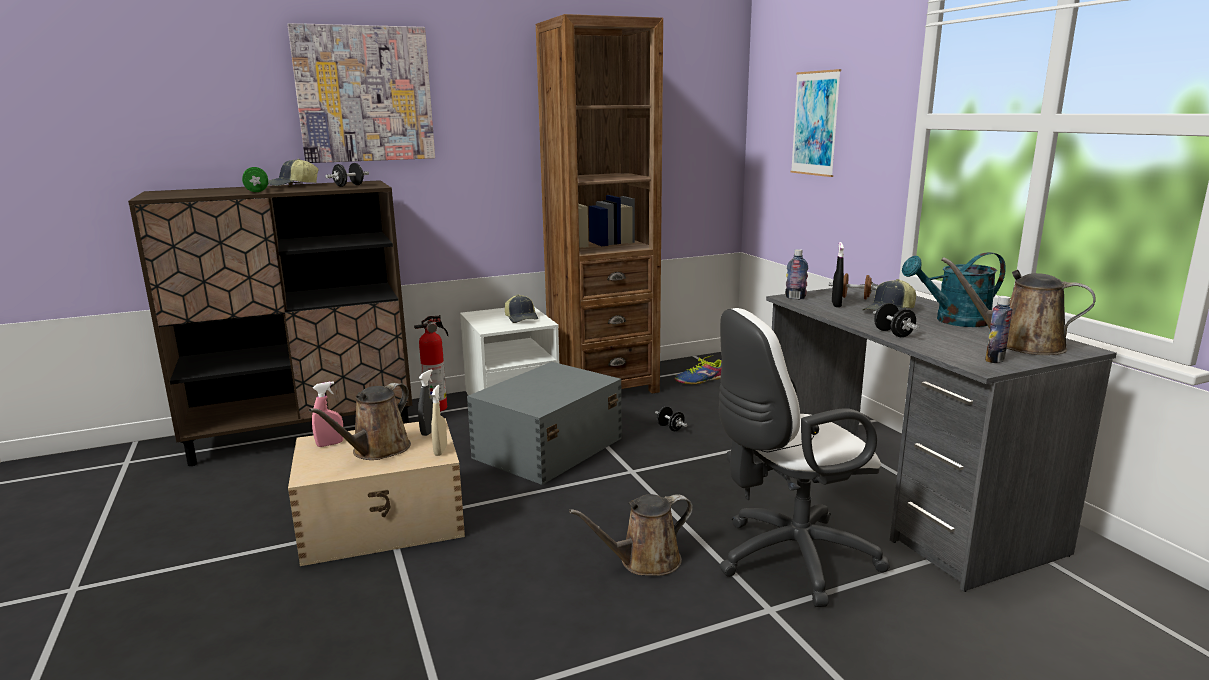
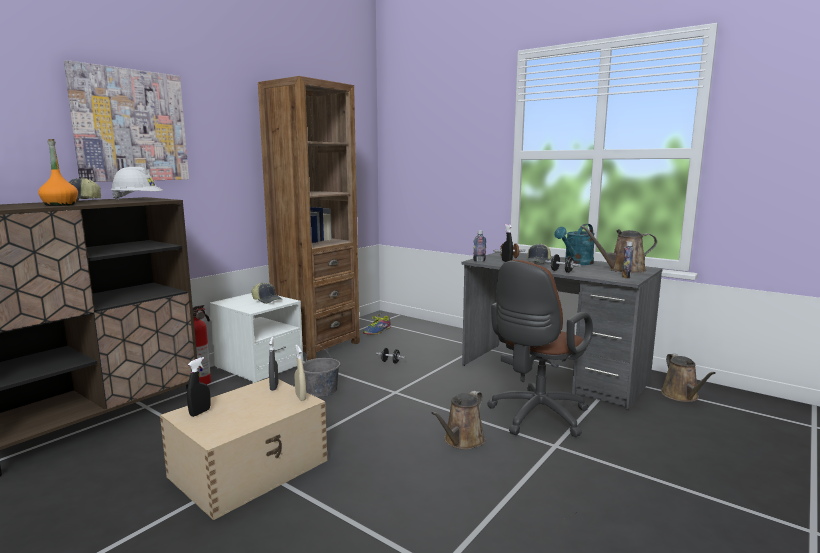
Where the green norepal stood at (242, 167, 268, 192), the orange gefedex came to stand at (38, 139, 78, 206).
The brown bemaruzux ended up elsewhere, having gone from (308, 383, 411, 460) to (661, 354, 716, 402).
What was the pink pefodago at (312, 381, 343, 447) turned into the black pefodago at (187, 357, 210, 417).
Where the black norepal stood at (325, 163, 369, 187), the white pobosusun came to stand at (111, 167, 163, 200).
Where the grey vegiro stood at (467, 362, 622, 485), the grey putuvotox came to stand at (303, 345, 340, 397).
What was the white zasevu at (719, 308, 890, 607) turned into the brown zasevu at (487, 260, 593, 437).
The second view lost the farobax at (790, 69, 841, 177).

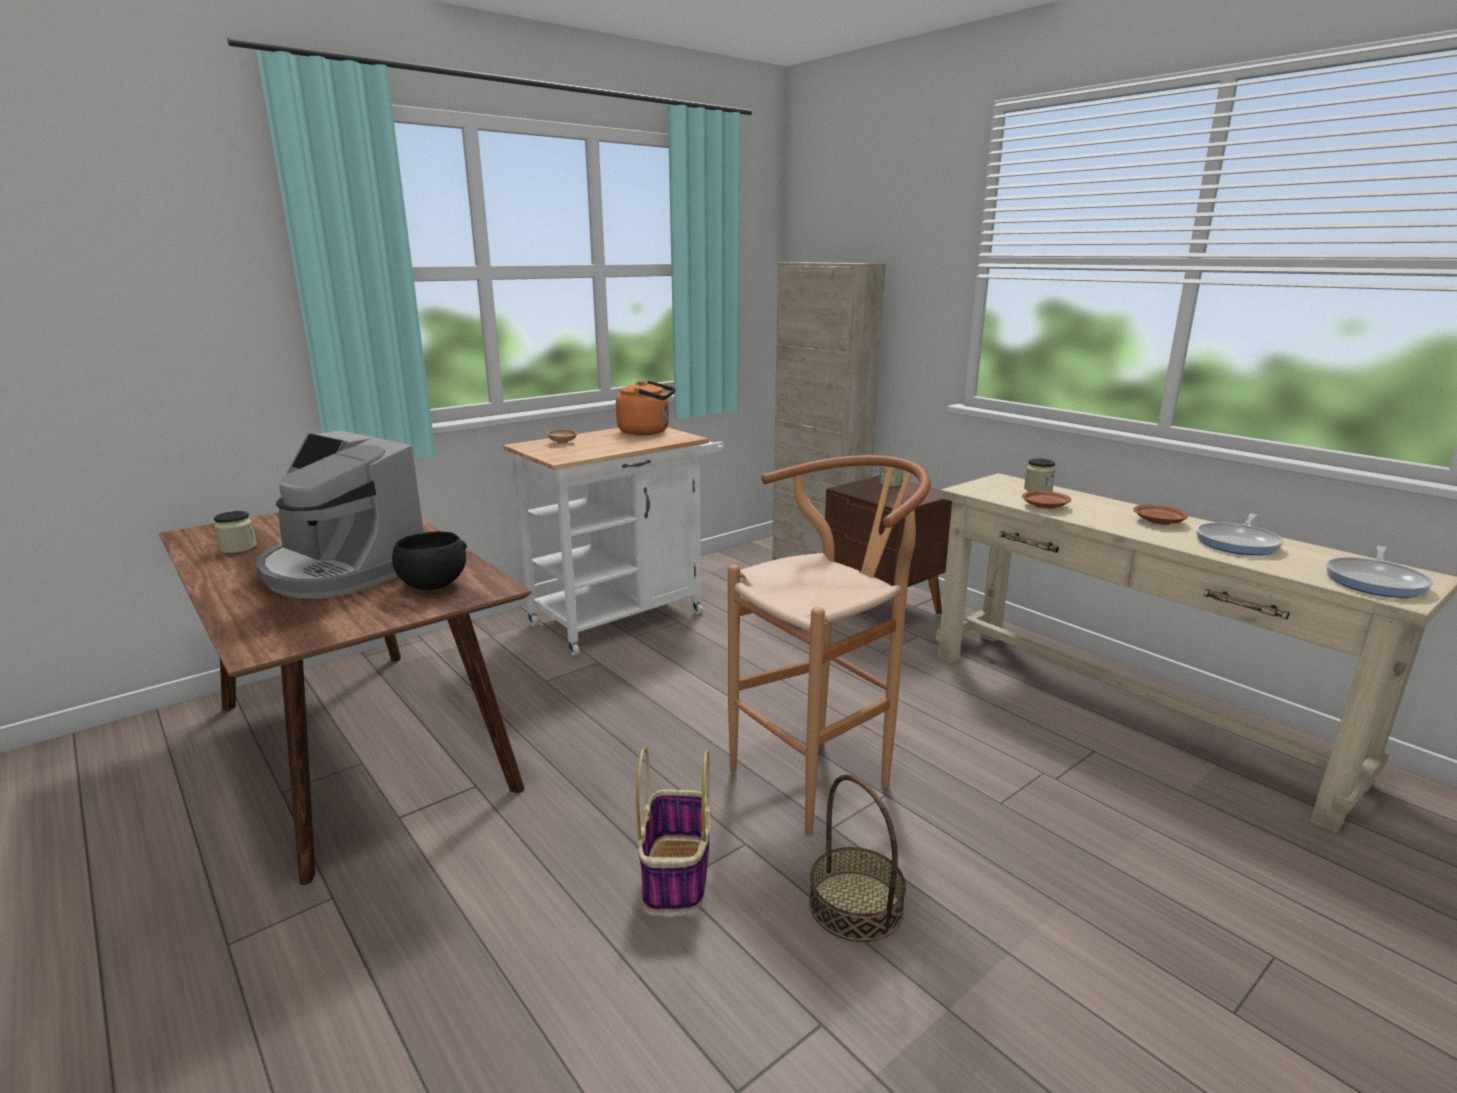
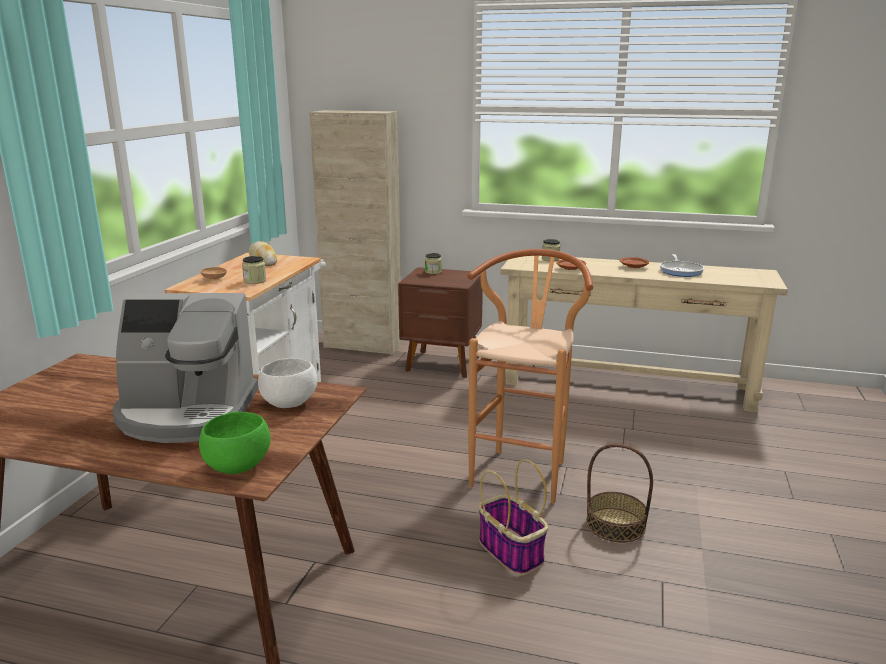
The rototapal ended up elsewhere, having gone from (214, 511, 257, 553) to (242, 256, 266, 284).
What was the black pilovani at (392, 531, 467, 590) turned into the white pilovani at (258, 358, 317, 408).
Where the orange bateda stood at (616, 381, 676, 435), the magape came to stand at (249, 241, 277, 266).
The second view lost the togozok at (1326, 546, 1433, 598).
The second view gained the green pilovani at (199, 412, 271, 474).

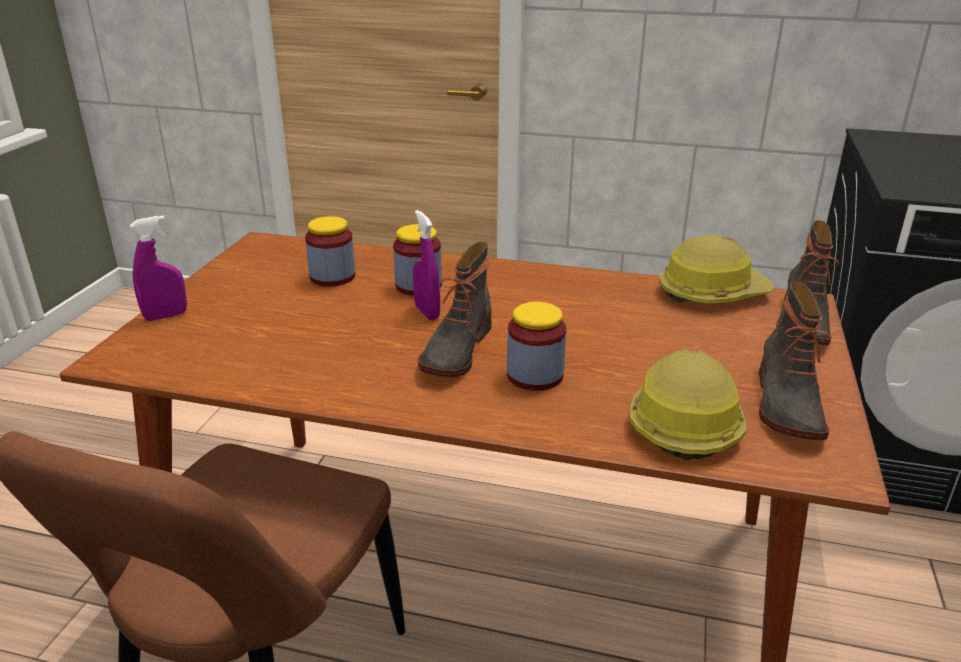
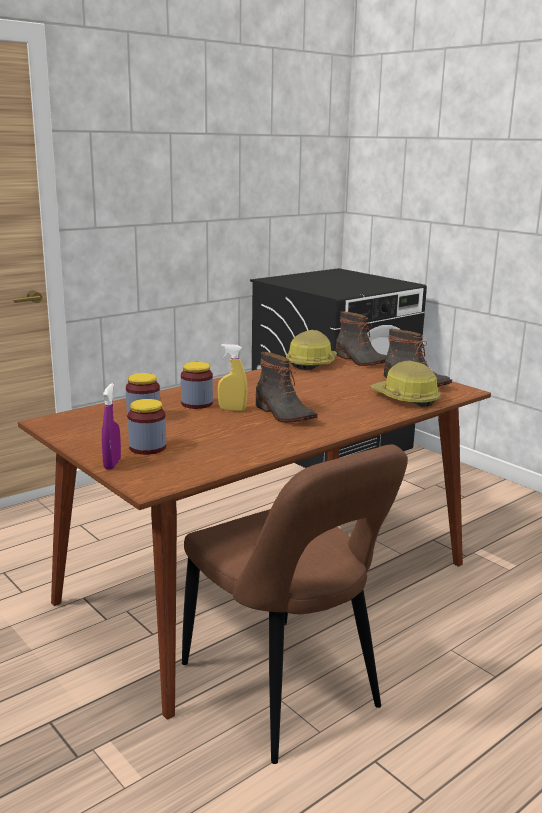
What was the purple pefodago at (413, 210, 440, 320) turned into the yellow pefodago at (218, 344, 248, 411).
The rototapal ended up elsewhere, having gone from (507, 302, 566, 391) to (128, 399, 166, 455).

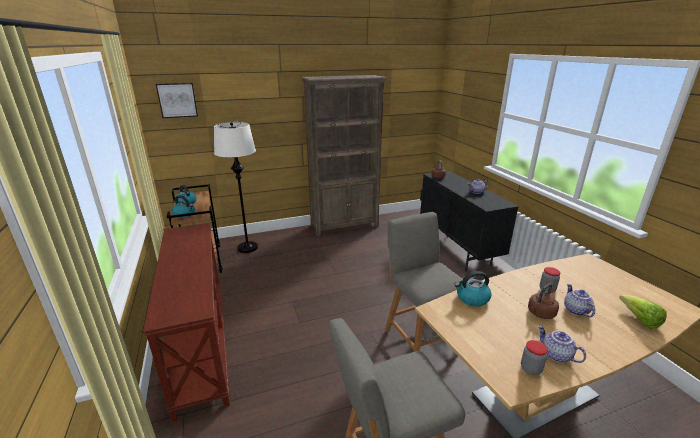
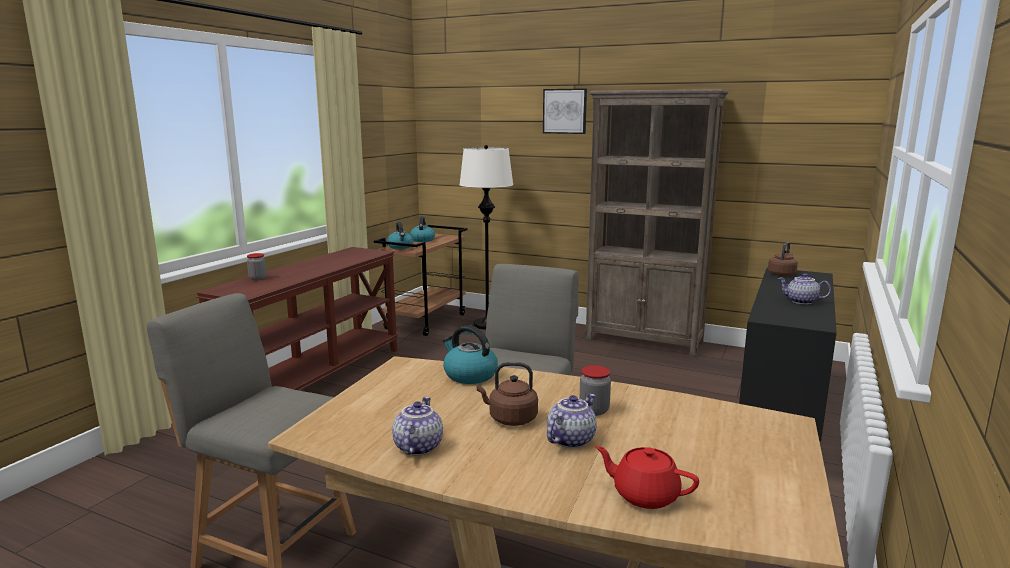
The farobax ended up elsewhere, having gone from (156, 83, 198, 118) to (543, 88, 587, 134).
The rototapal ended up elsewhere, having gone from (521, 340, 548, 375) to (247, 253, 267, 280).
Where the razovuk stood at (619, 295, 667, 329), the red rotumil came to stand at (595, 446, 699, 509).

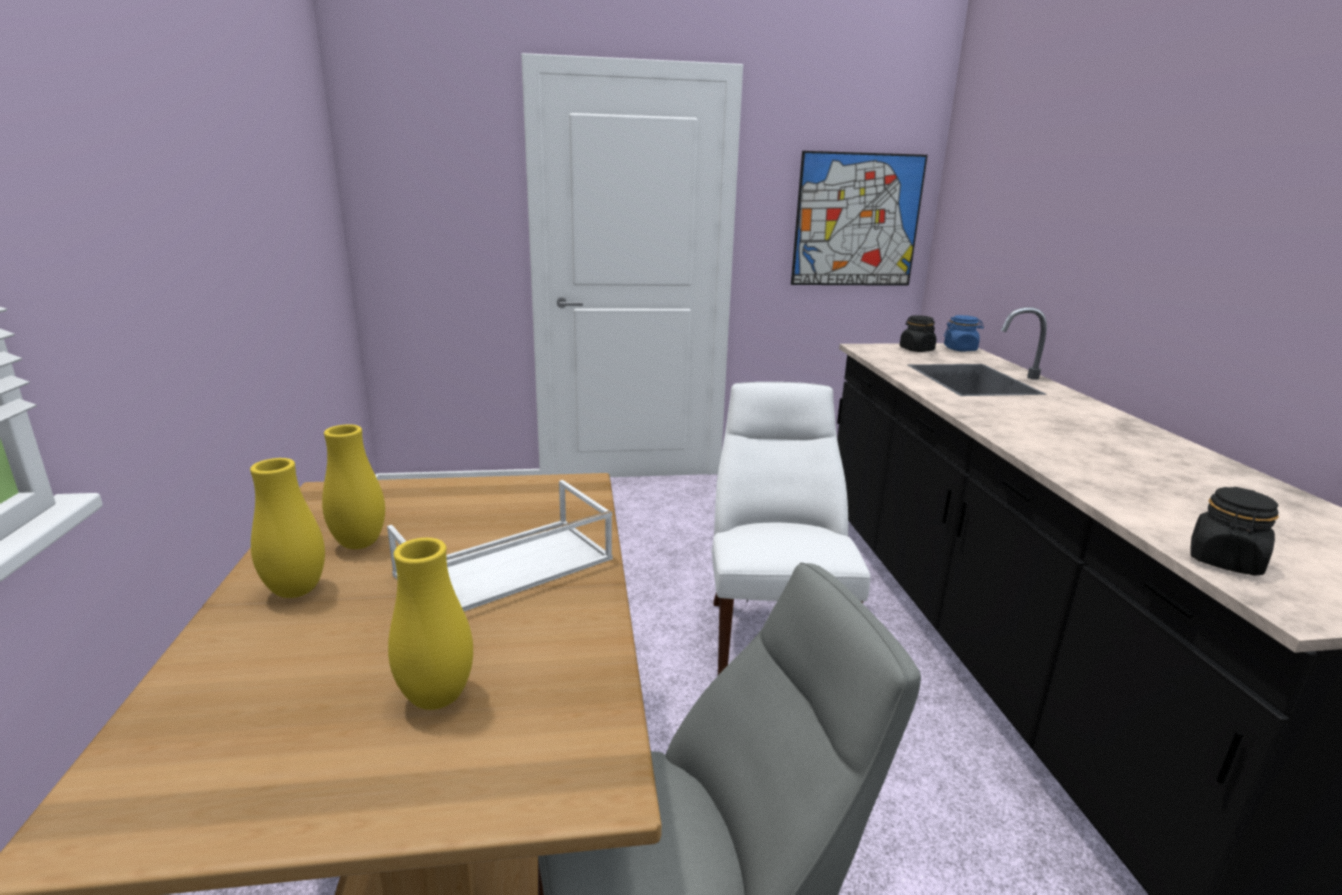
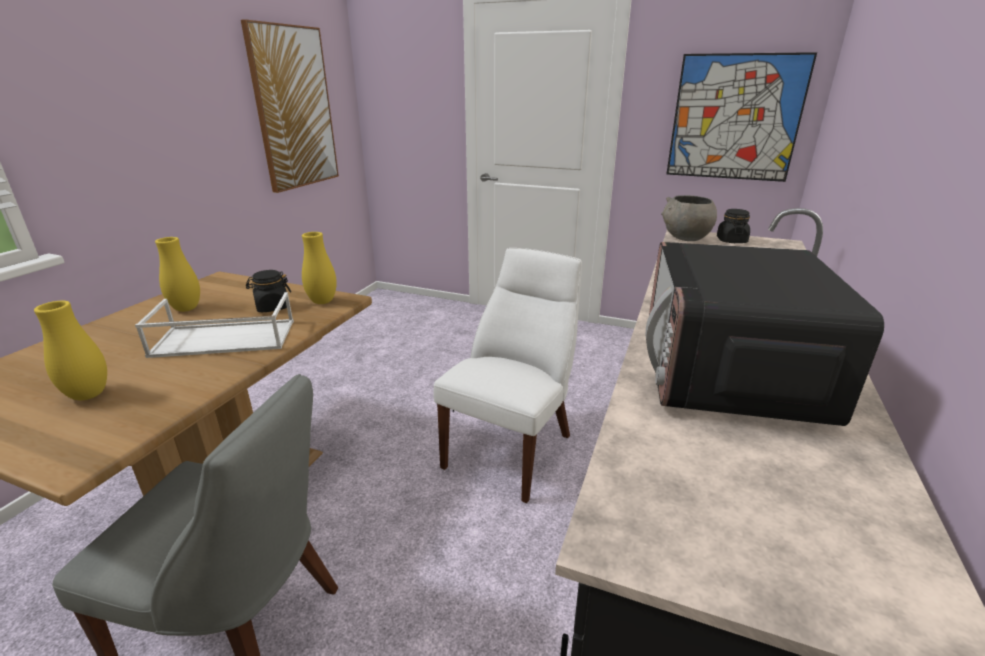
The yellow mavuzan ended up elsewhere, having gone from (250, 458, 325, 598) to (302, 232, 337, 304).
The second view lost the blue rototapal at (944, 315, 984, 351).
The black rototapal ended up elsewhere, having gone from (1190, 487, 1279, 576) to (246, 270, 291, 312).
The second view gained the farobax at (241, 19, 339, 193).
The second view gained the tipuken at (646, 242, 884, 426).
The second view gained the grey pilovani at (661, 195, 717, 241).

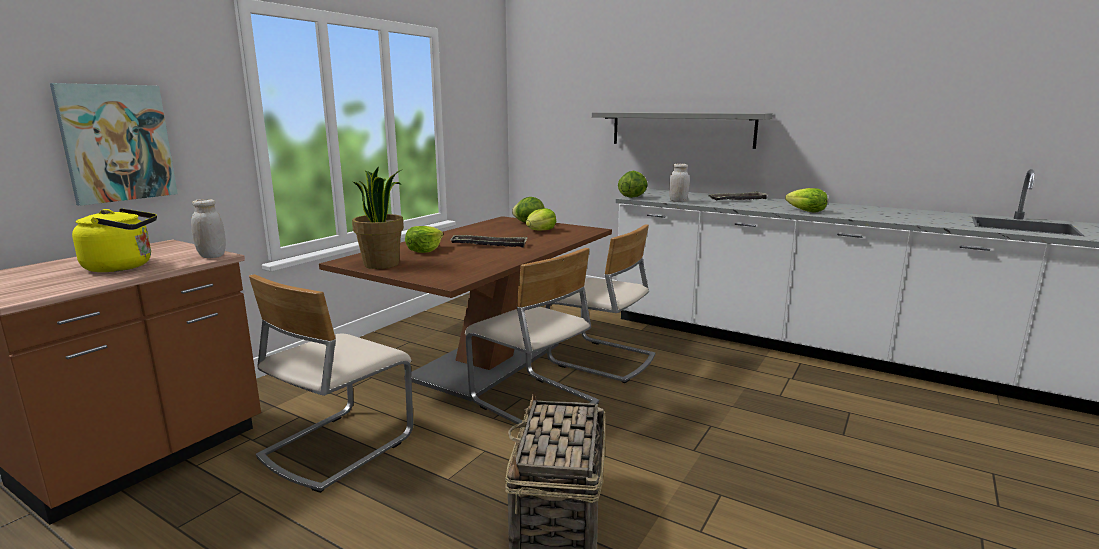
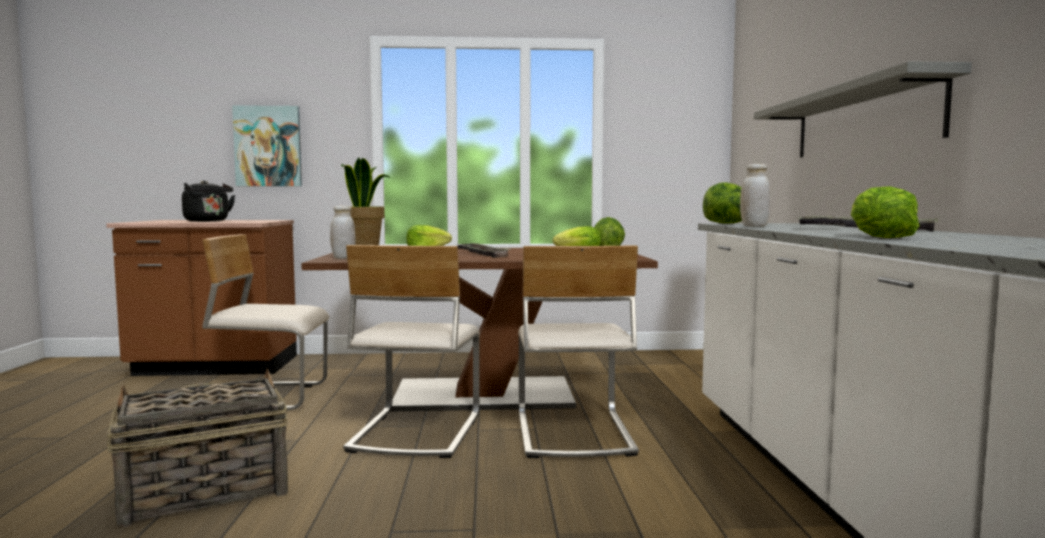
What was the yellow bateda at (72, 208, 157, 272) turned into the black bateda at (182, 180, 235, 222).
The white rototapal ended up elsewhere, having gone from (191, 199, 226, 258) to (330, 206, 356, 259).

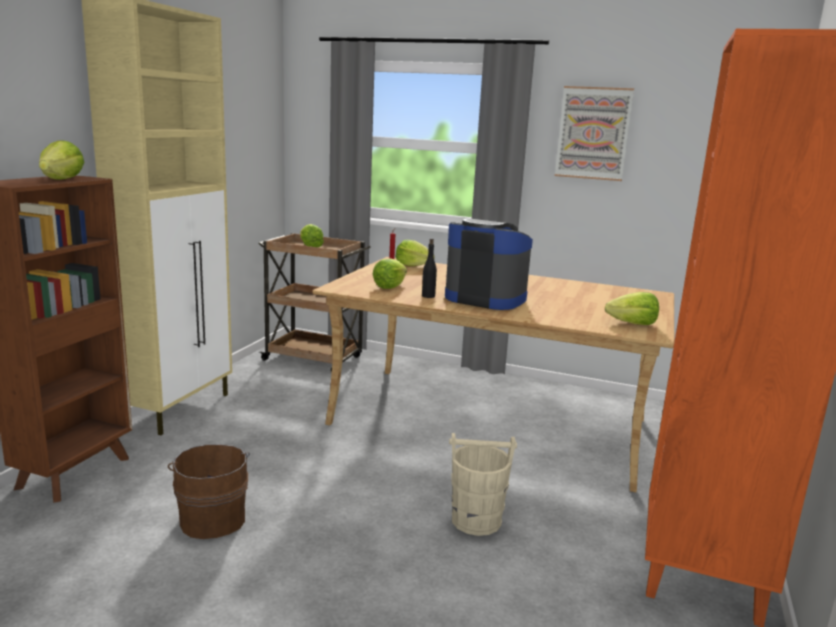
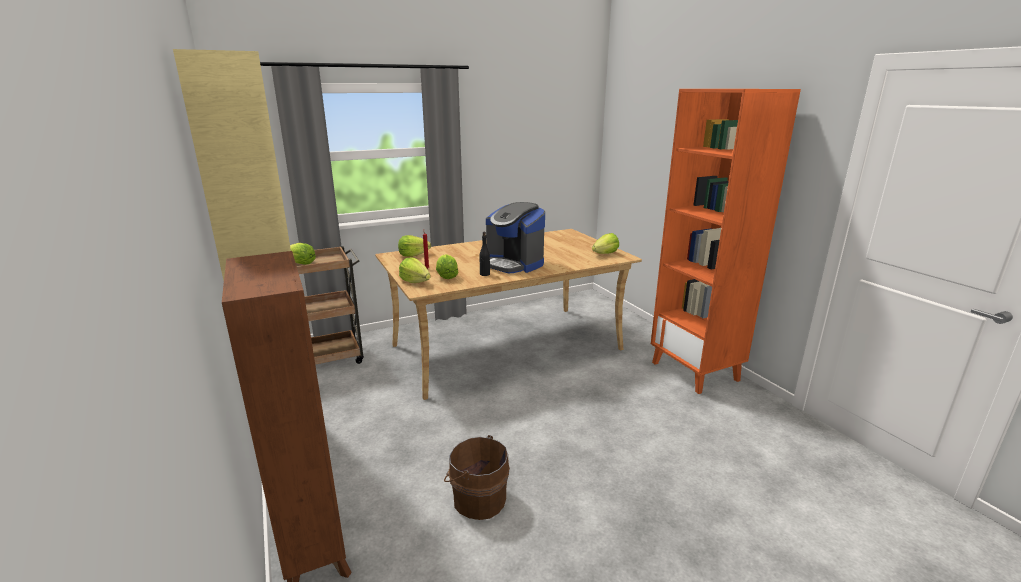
The razovuk ended up elsewhere, having gone from (39, 140, 85, 179) to (399, 257, 431, 283).
The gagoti at (445, 218, 533, 310) ended up facing another way, 120 degrees counterclockwise from before.
The second view lost the beige putuvotox at (449, 433, 517, 536).
The second view lost the farobax at (555, 86, 634, 181).

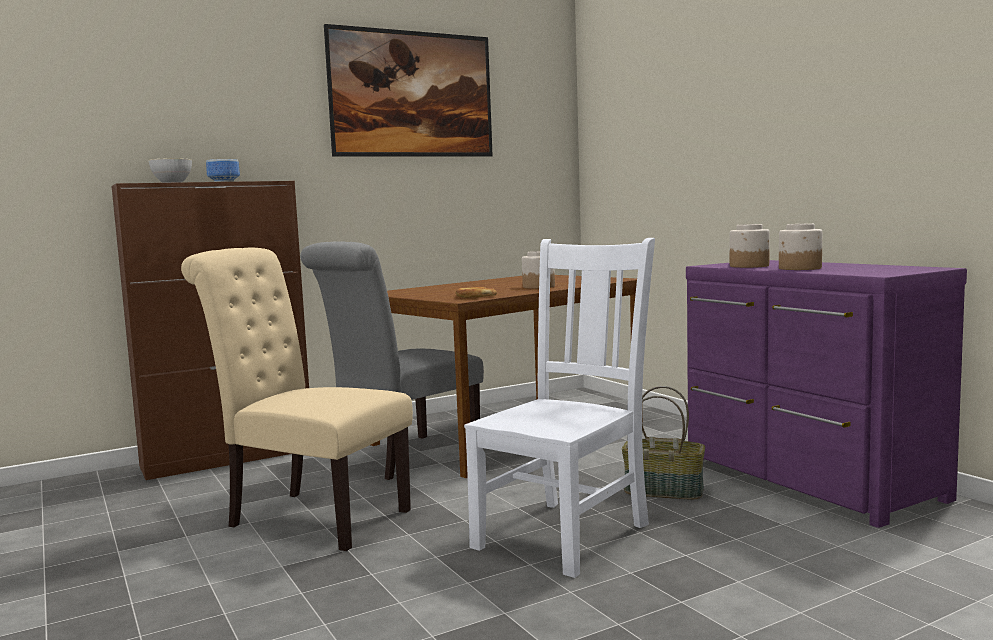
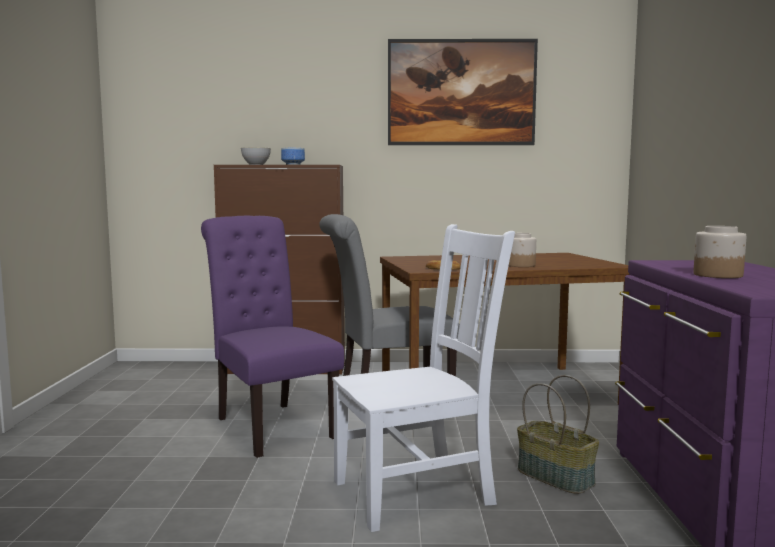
What was the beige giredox at (181, 248, 413, 551) turned into the purple giredox at (201, 216, 344, 458).
The second view lost the rototapal at (730, 224, 770, 268).

